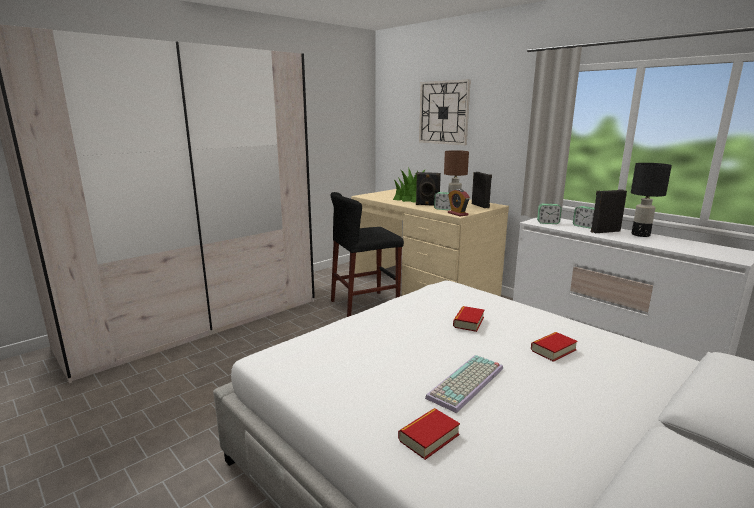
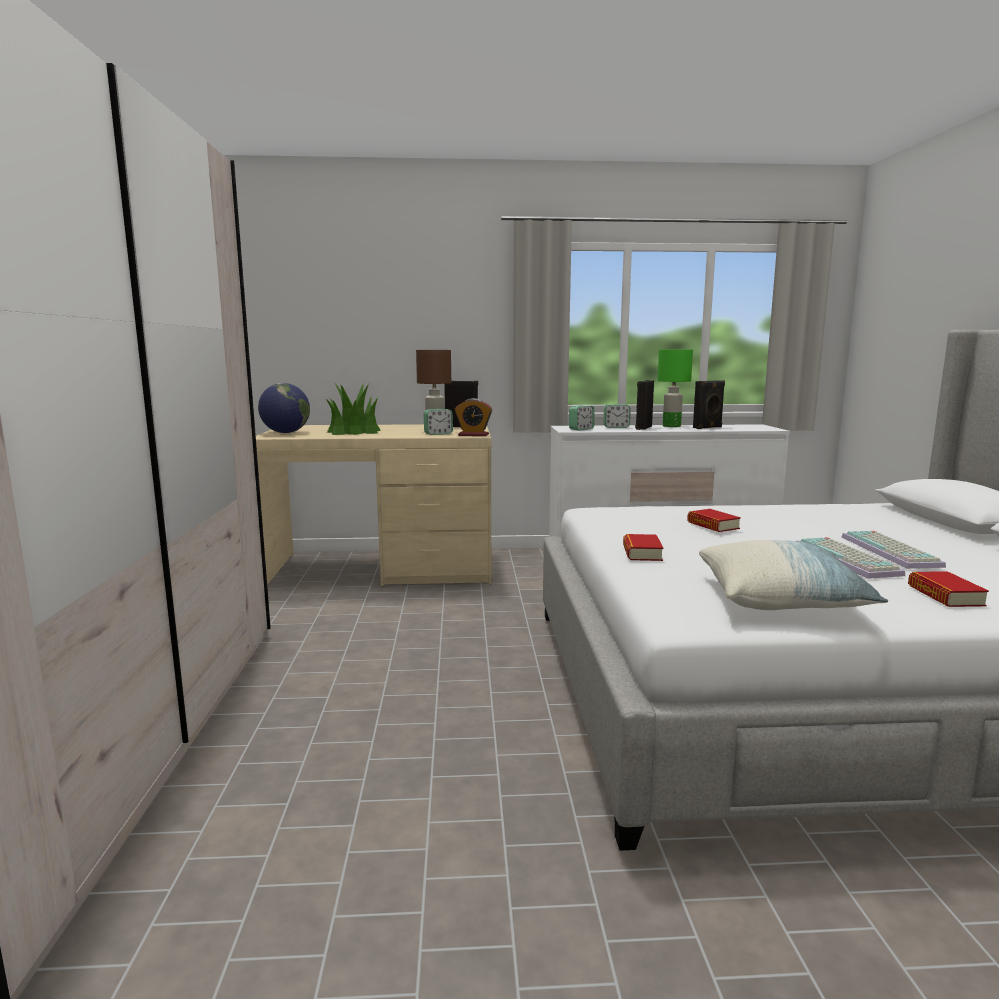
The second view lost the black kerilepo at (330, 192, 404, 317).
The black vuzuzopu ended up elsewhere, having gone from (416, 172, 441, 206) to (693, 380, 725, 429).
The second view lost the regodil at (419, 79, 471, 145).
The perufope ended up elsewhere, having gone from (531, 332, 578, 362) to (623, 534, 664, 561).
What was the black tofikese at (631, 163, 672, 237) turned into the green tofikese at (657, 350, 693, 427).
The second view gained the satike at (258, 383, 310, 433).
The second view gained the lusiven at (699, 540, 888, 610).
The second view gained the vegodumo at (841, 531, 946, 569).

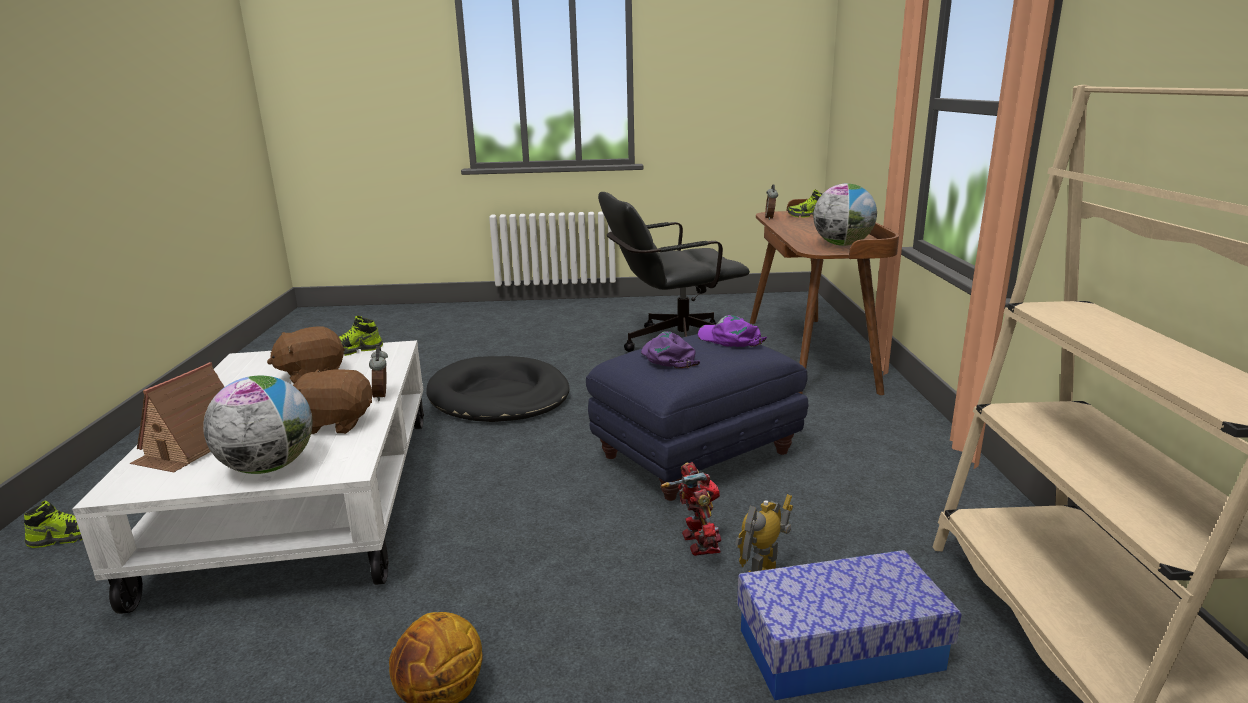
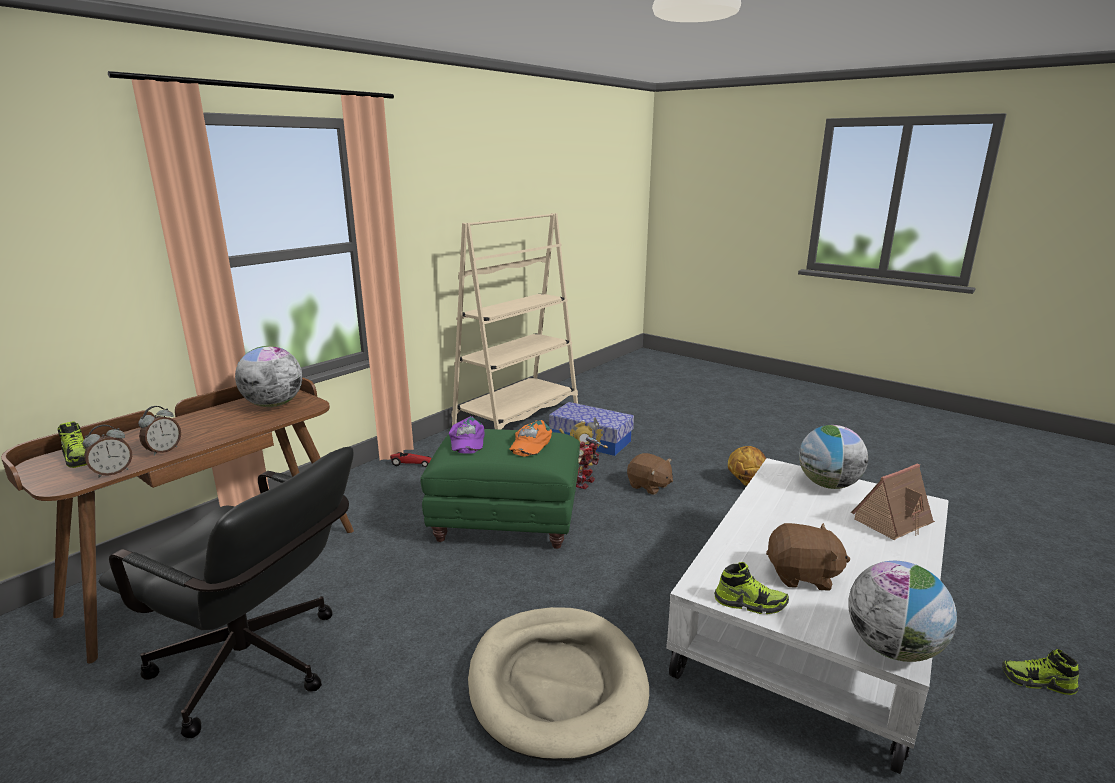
The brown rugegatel ended up elsewhere, having gone from (293, 369, 373, 434) to (627, 453, 673, 495).
The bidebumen ended up elsewhere, having gone from (369, 346, 388, 401) to (138, 406, 181, 456).
What was the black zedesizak at (426, 356, 570, 422) turned into the beige zedesizak at (468, 607, 649, 761).
What was the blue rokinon at (586, 334, 808, 501) turned into the green rokinon at (420, 429, 580, 549).
What was the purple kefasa at (641, 331, 700, 368) turned into the orange kefasa at (509, 420, 552, 456).
The second view gained the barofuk at (390, 452, 432, 467).
The second view gained the satike at (848, 561, 957, 662).

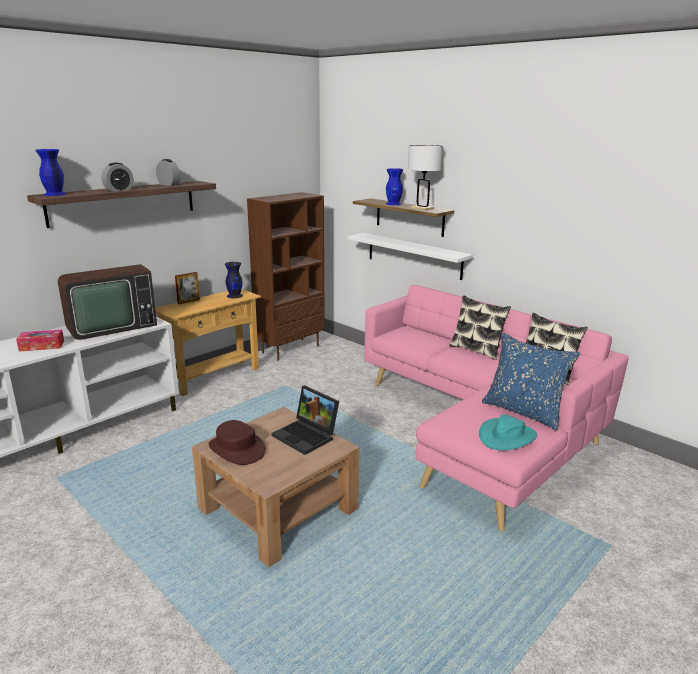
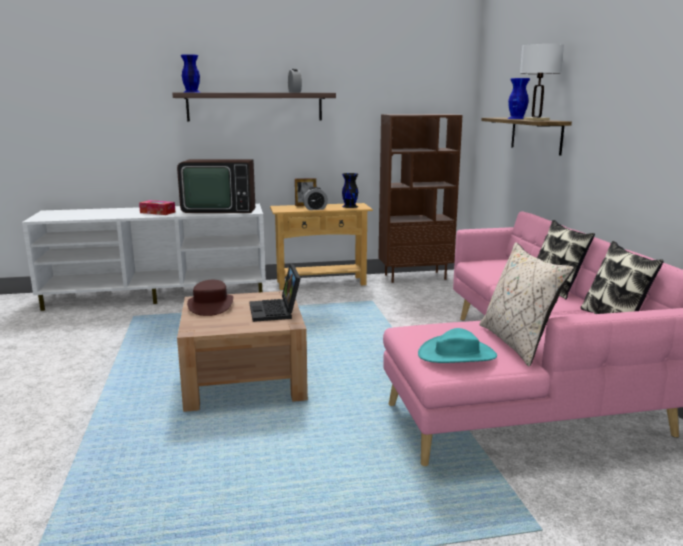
The bidebumen ended up elsewhere, having gone from (102, 162, 134, 192) to (303, 187, 328, 210).
The second view lost the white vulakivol at (347, 233, 473, 280).
What was the blue lusiven at (482, 333, 580, 431) turned into the beige lusiven at (480, 242, 574, 367).

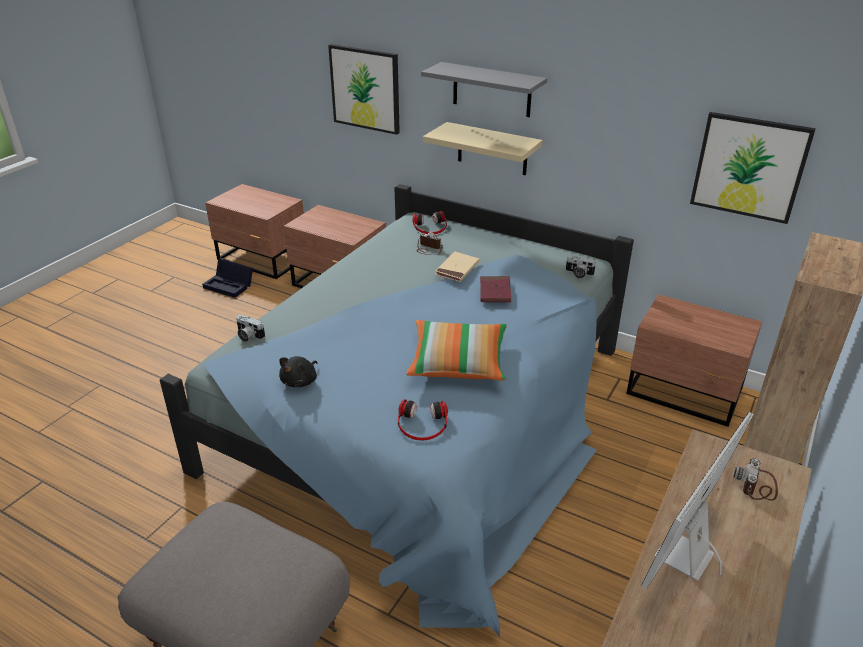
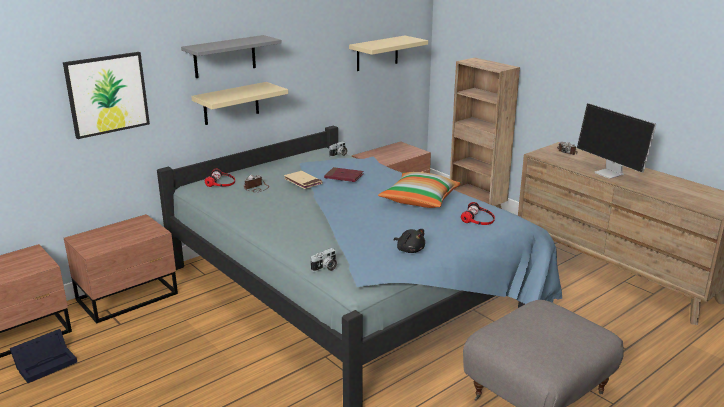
Where the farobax hung at (690, 112, 816, 224), the beige vulakivol came to hang at (349, 35, 428, 71).

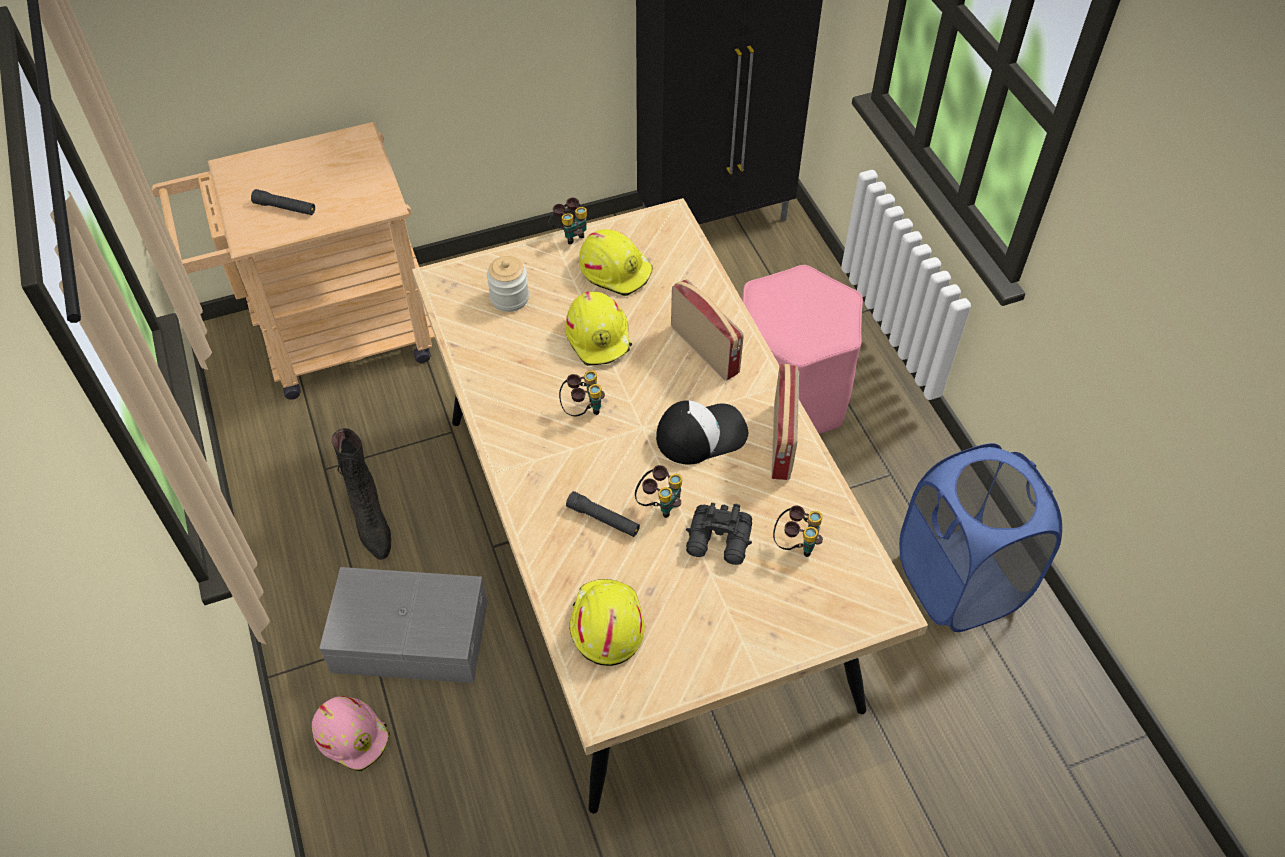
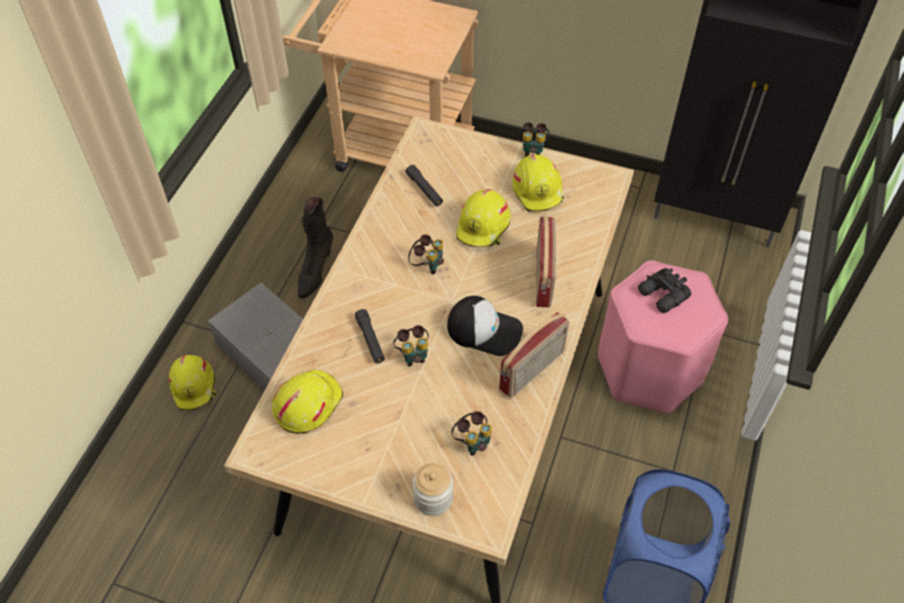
The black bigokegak ended up elsewhere, having gone from (251, 189, 315, 215) to (406, 165, 443, 206).
What was the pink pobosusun at (312, 696, 390, 771) turned into the yellow pobosusun at (169, 355, 216, 410).
The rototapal ended up elsewhere, having gone from (487, 256, 529, 312) to (412, 463, 453, 516).
The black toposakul ended up elsewhere, having gone from (686, 503, 752, 565) to (638, 268, 691, 313).

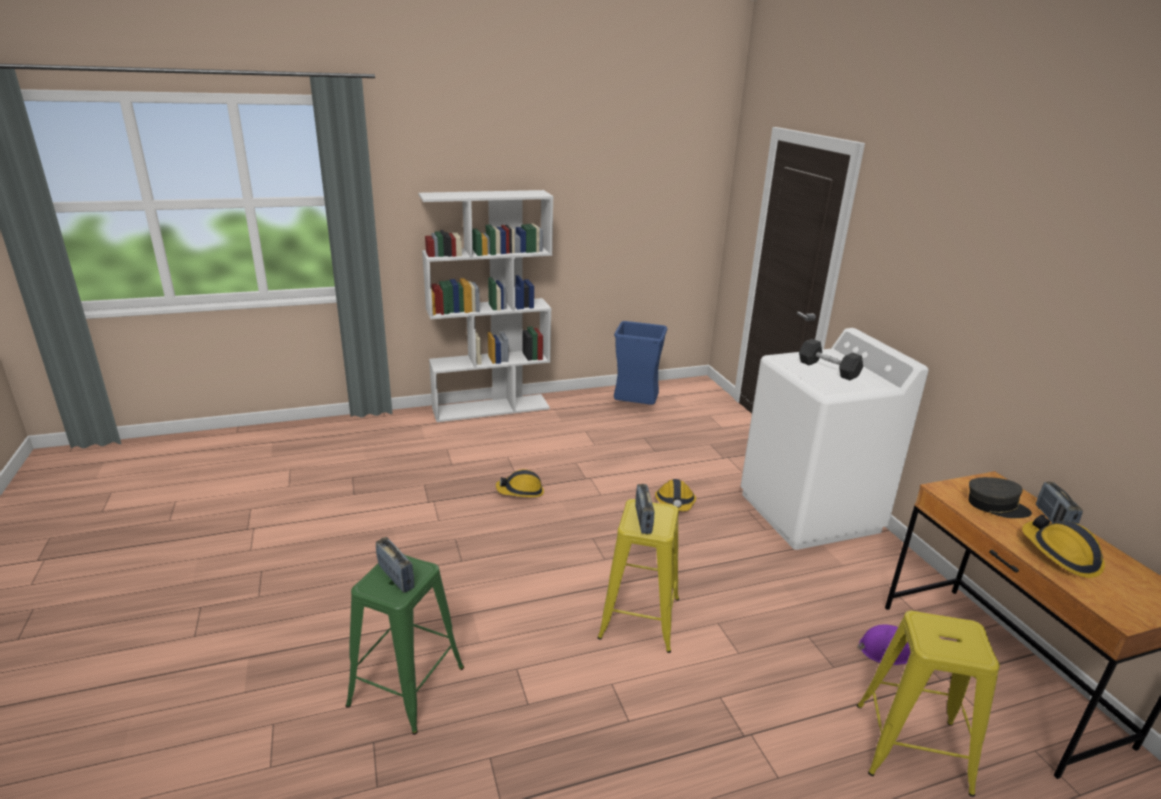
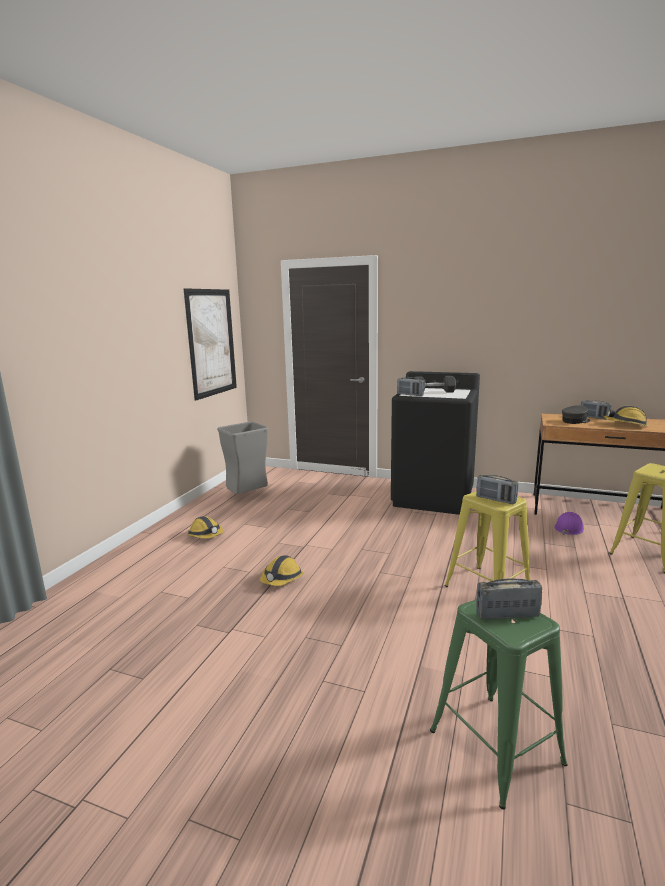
The second view lost the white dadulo at (419, 190, 554, 422).
What was the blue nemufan at (614, 321, 667, 405) turned into the grey nemufan at (217, 422, 269, 494).
The pobosusun ended up elsewhere, having gone from (655, 479, 696, 511) to (187, 516, 223, 539).
What was the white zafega at (741, 328, 929, 550) turned into the black zafega at (391, 371, 480, 515).
The second view gained the farobax at (183, 288, 237, 401).
The second view gained the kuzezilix at (397, 377, 424, 396).

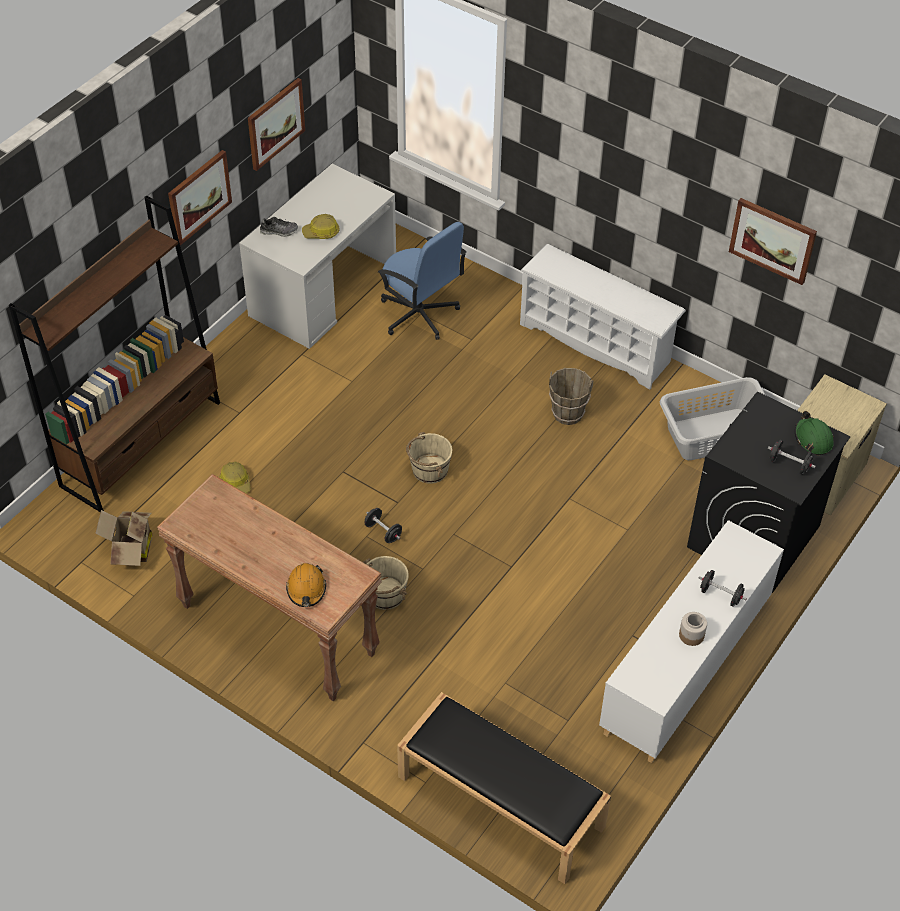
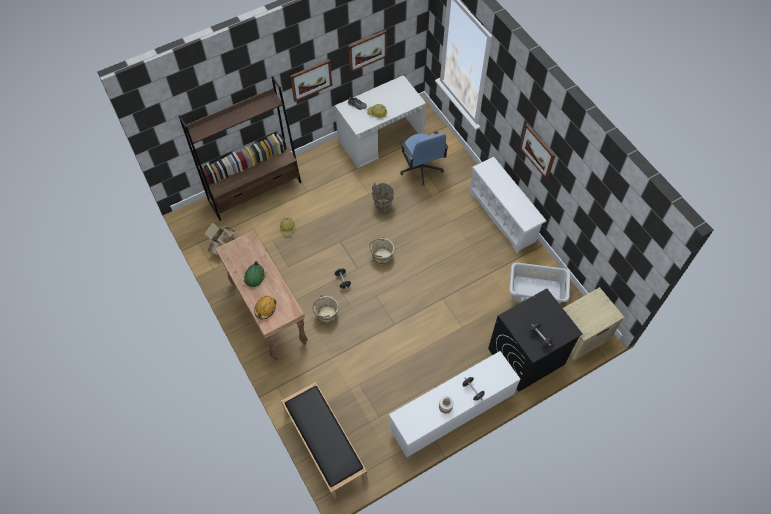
The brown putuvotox ended up elsewhere, having gone from (549, 368, 593, 425) to (371, 183, 394, 212).
The farobax ended up elsewhere, having gone from (729, 198, 817, 285) to (520, 123, 555, 179).
The green pobosusun ended up elsewhere, having gone from (795, 411, 834, 455) to (244, 261, 265, 287).

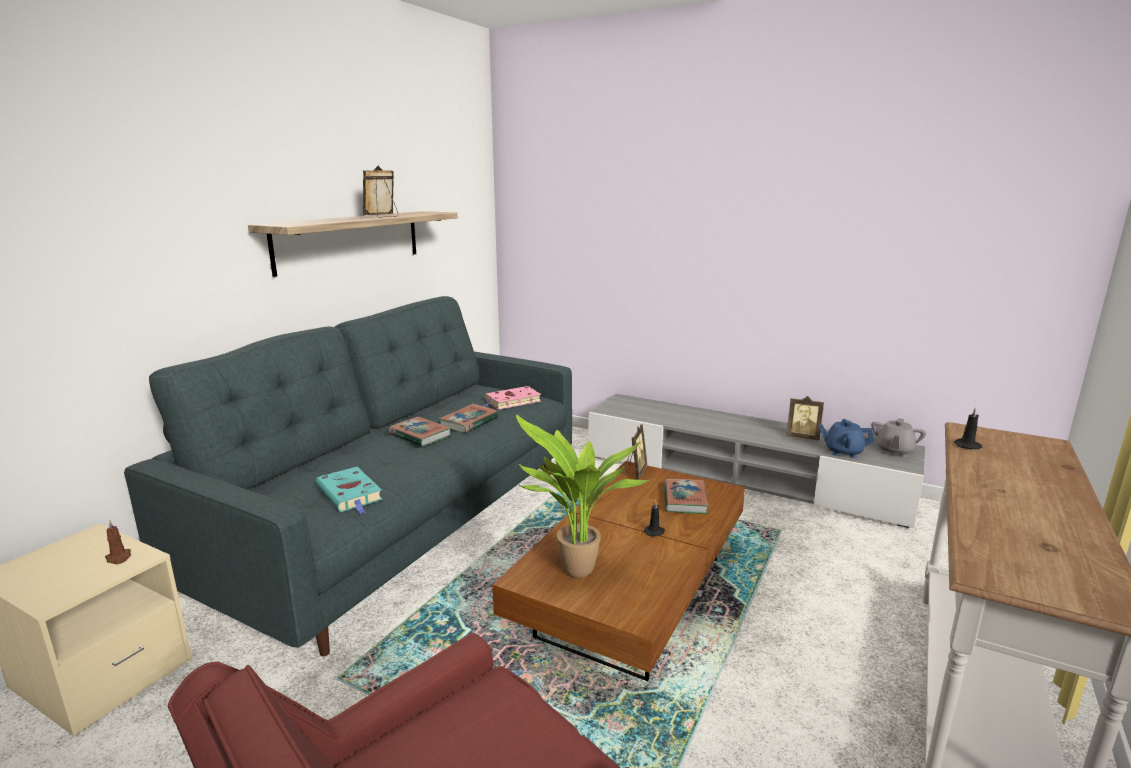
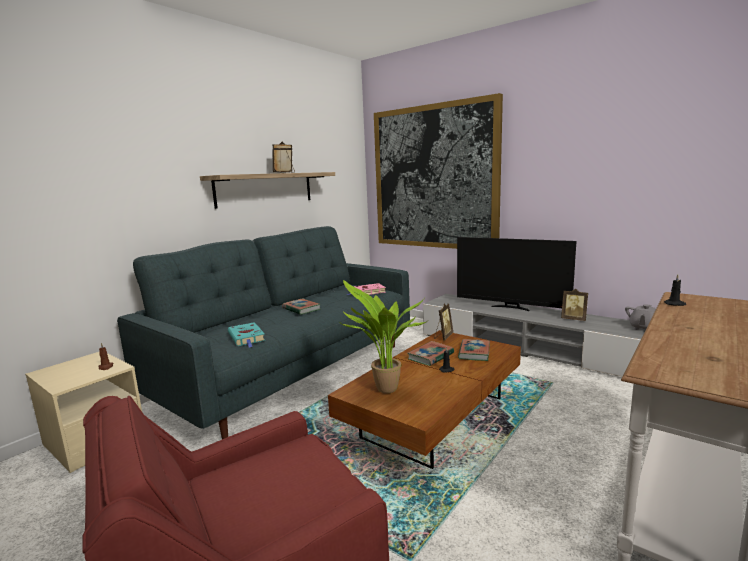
The perufope ended up elsewhere, having gone from (439, 404, 499, 433) to (408, 341, 454, 366).
The second view lost the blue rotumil at (819, 419, 874, 458).
The second view gained the farobax at (374, 93, 503, 249).
The second view gained the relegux at (457, 237, 577, 311).

